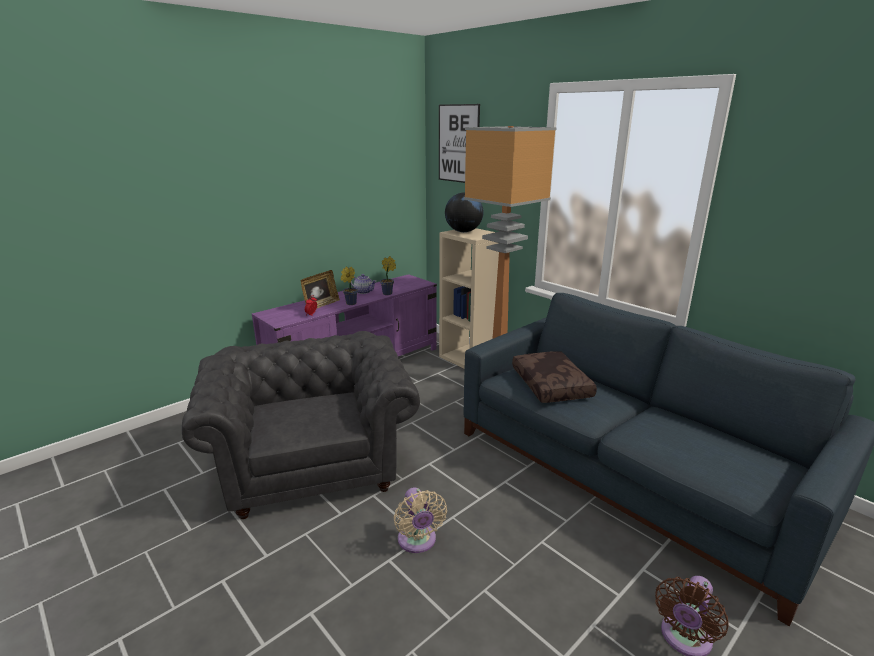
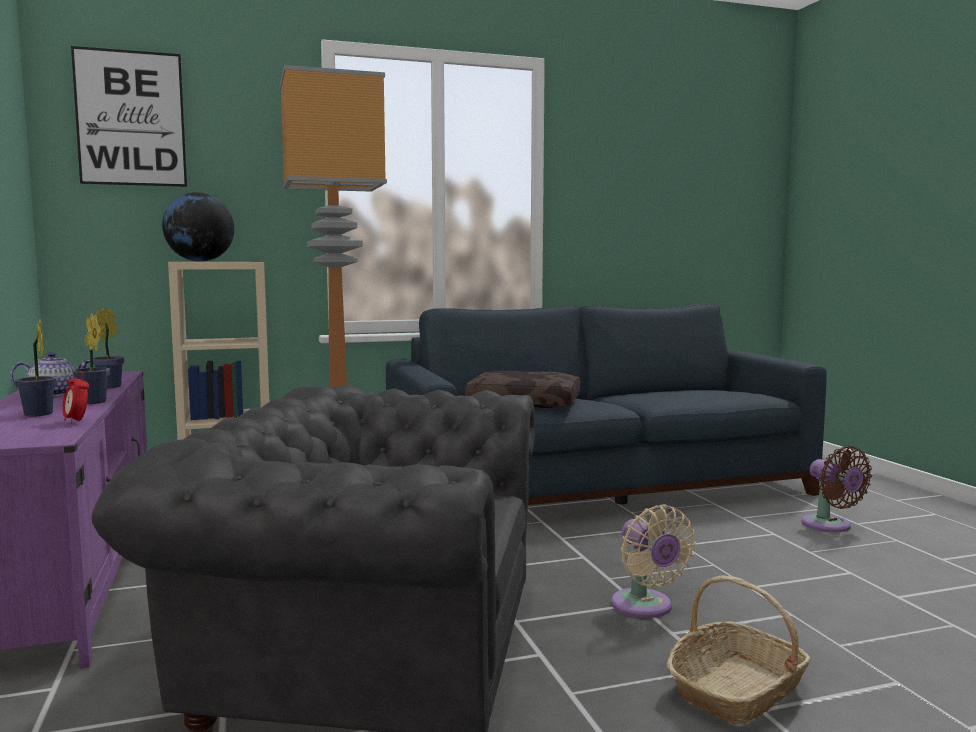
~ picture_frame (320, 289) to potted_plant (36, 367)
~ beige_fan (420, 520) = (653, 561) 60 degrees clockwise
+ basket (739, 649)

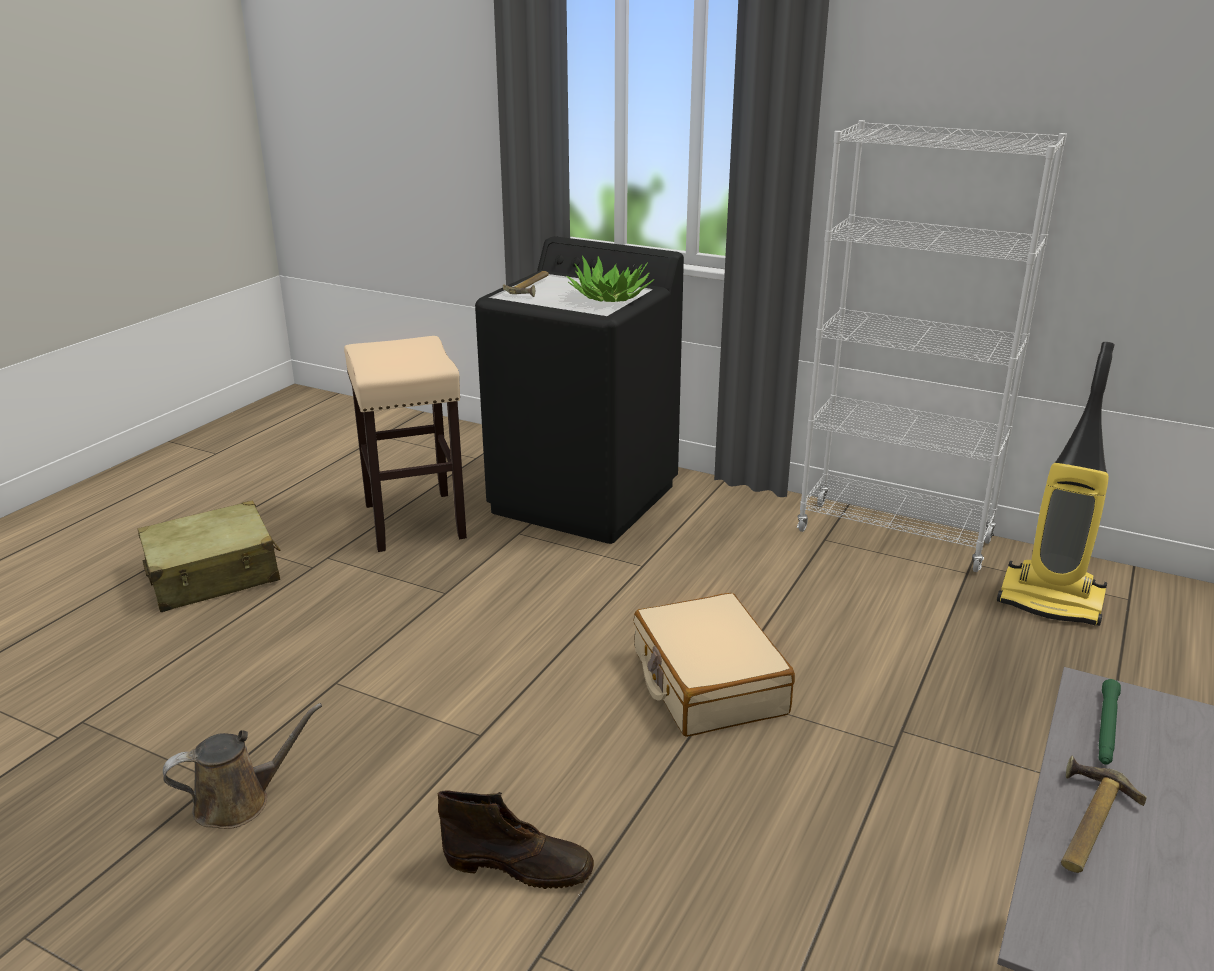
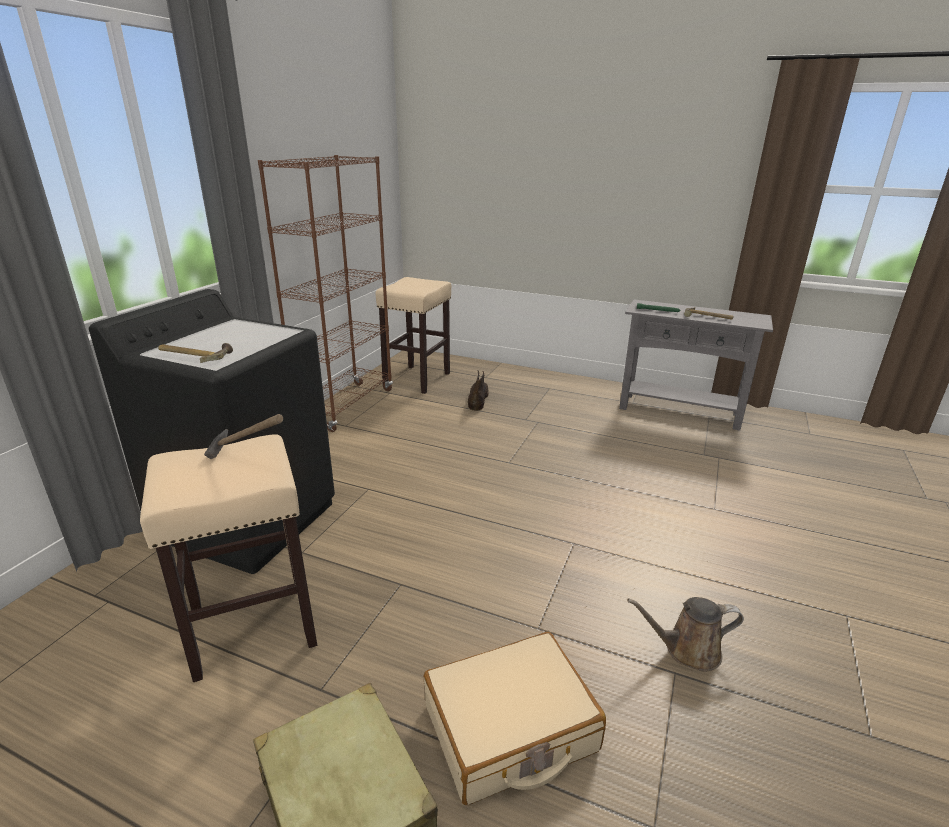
~ brown_watering_can (242, 766) = (685, 634) 60 degrees counterclockwise
~ brown_boot (516, 840) to (478, 390)
- potted_plant (610, 278)
~ beige_suitcase (714, 665) to (514, 718)
~ white_bookcase (932, 346) to brown_bookcase (325, 293)
~ vacuum_cleaner (1055, 484) to beige_stool (413, 335)
+ hammer (243, 436)

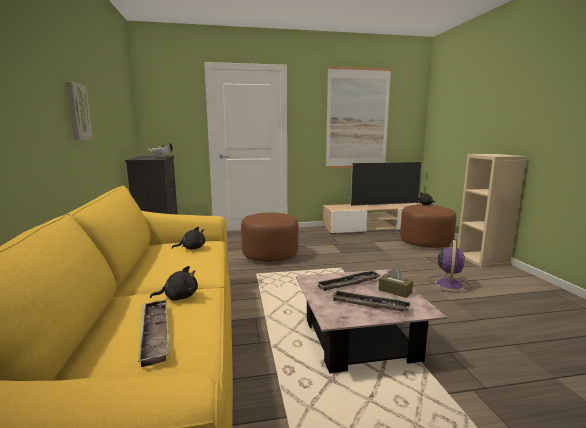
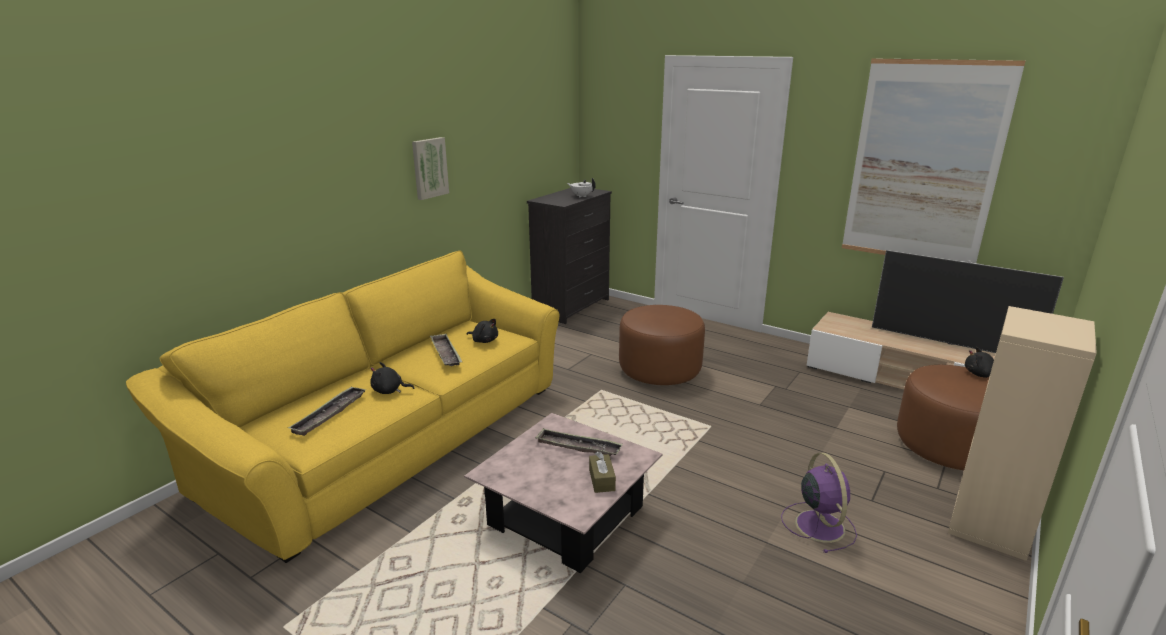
~ black_plush_toy (174, 283) = (392, 378) 150 degrees clockwise
~ tray (371, 300) to (446, 350)
~ purple_fan (449, 266) = (819, 503) 75 degrees counterclockwise

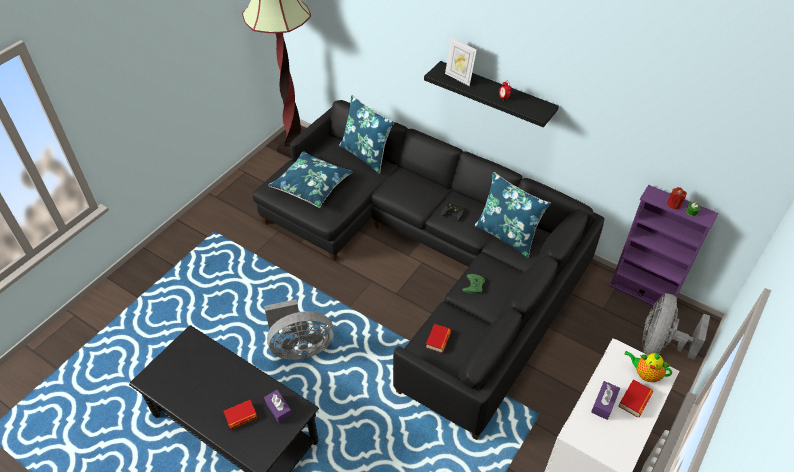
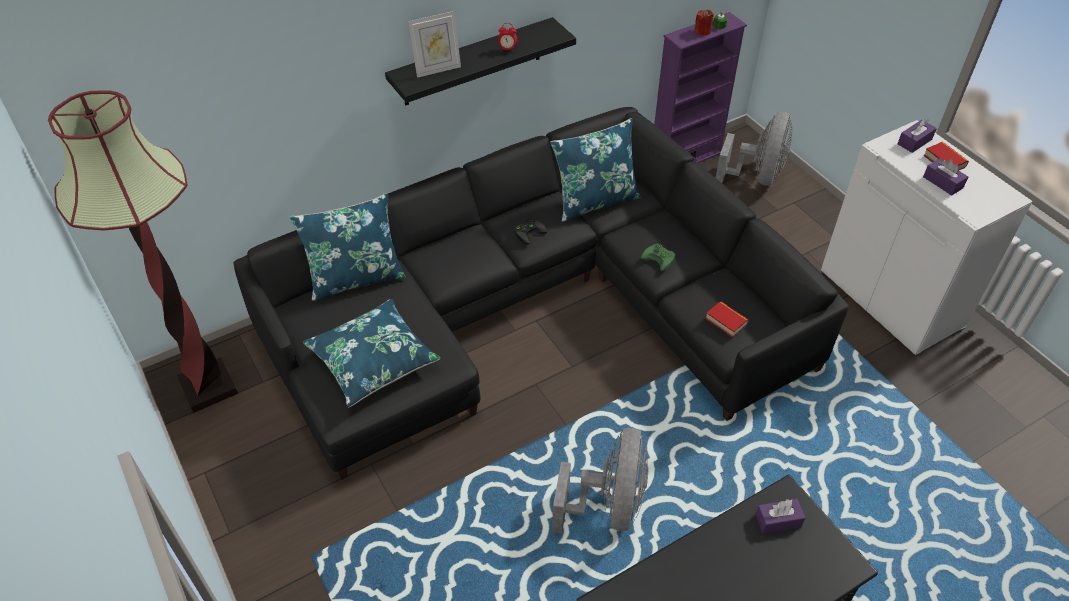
- book (241, 415)
~ teapot (648, 366) to purple_tissue_box (917, 135)
~ grey_fan (676, 326) = (754, 148) 120 degrees counterclockwise

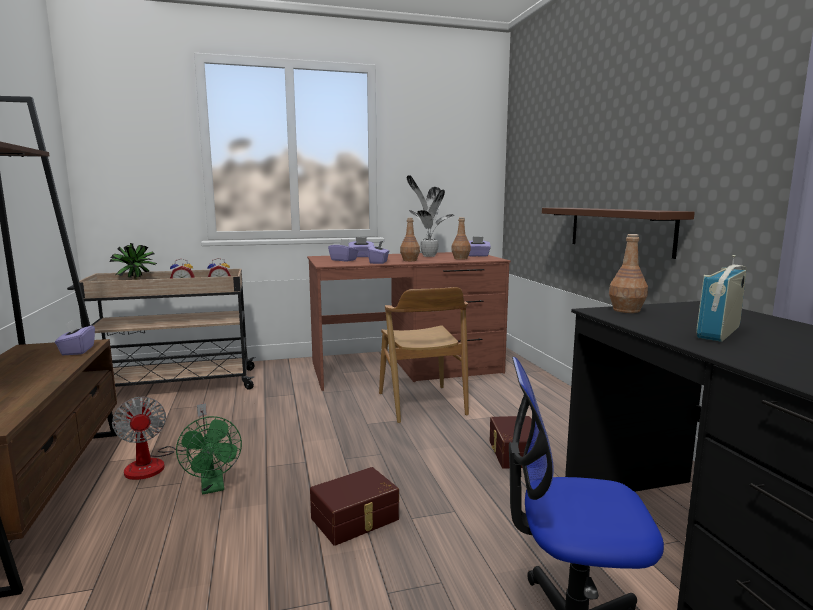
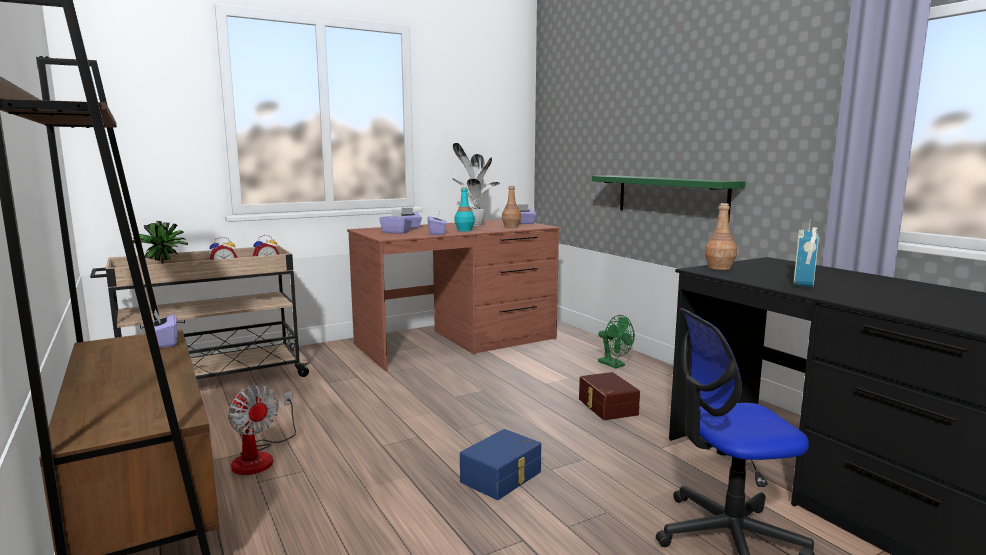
~ green_fan (209, 455) to (616, 341)
~ brown_storage_box (354, 506) to blue_storage_box (500, 464)
- brown_chair (424, 355)
~ brown_bottle (410, 239) to turquoise_bottle (465, 209)
~ brown_shelf (618, 233) to green_shelf (669, 197)

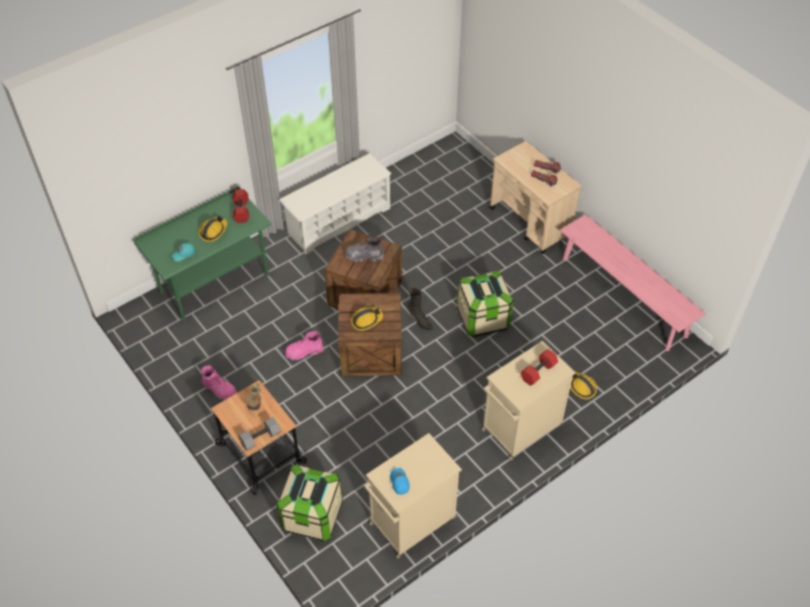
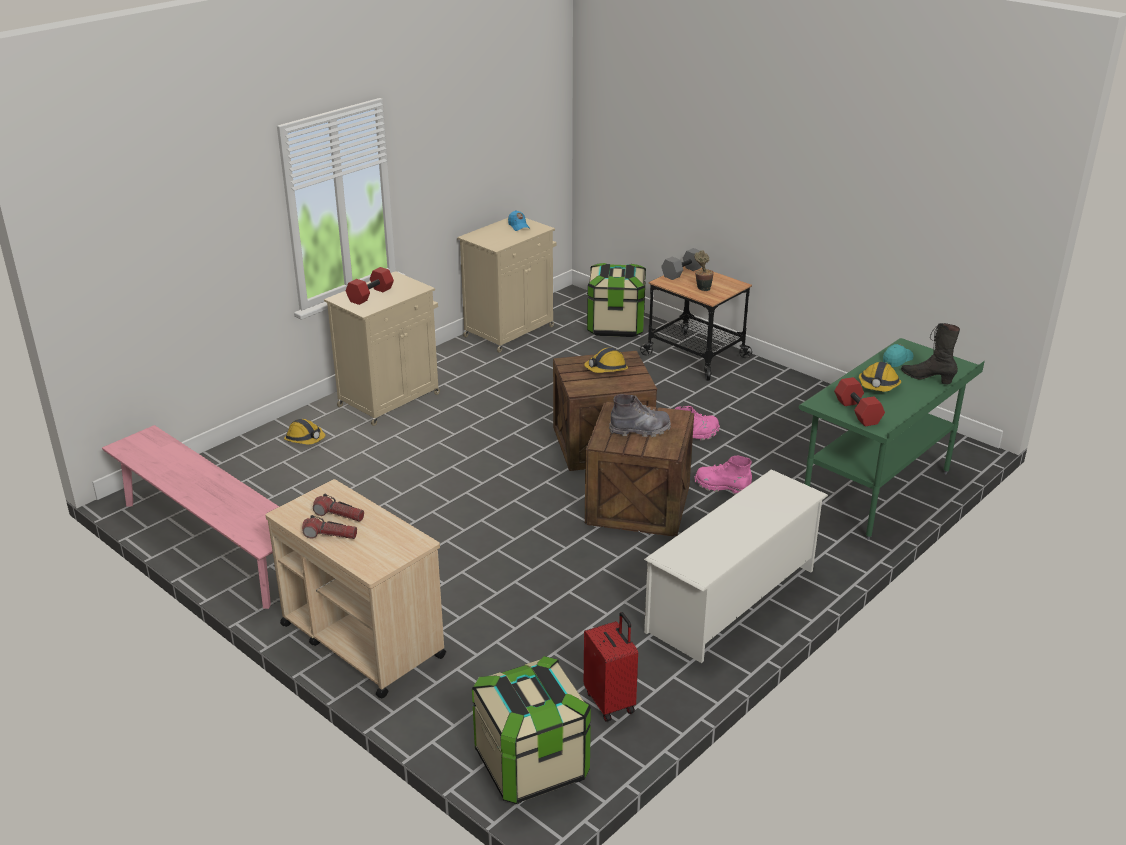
~ pink_boot (219, 382) to (723, 475)
~ black_boot (420, 309) to (930, 353)
~ storage_box (485, 304) to (531, 730)
+ red_suitcase (611, 667)

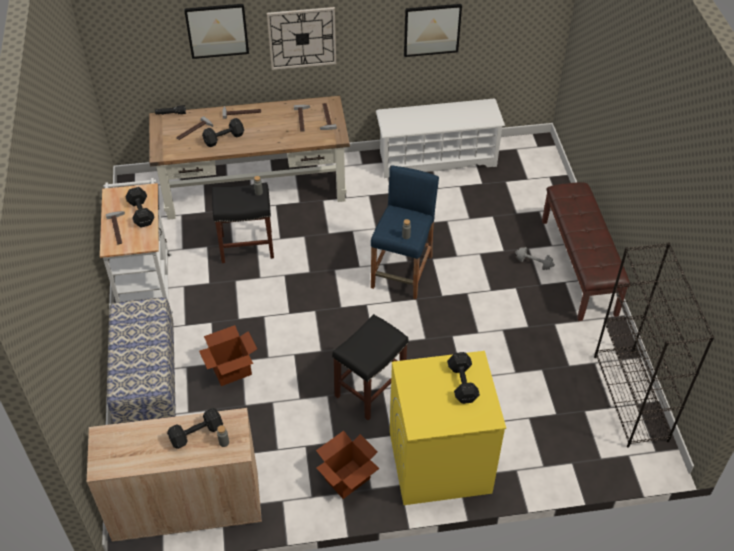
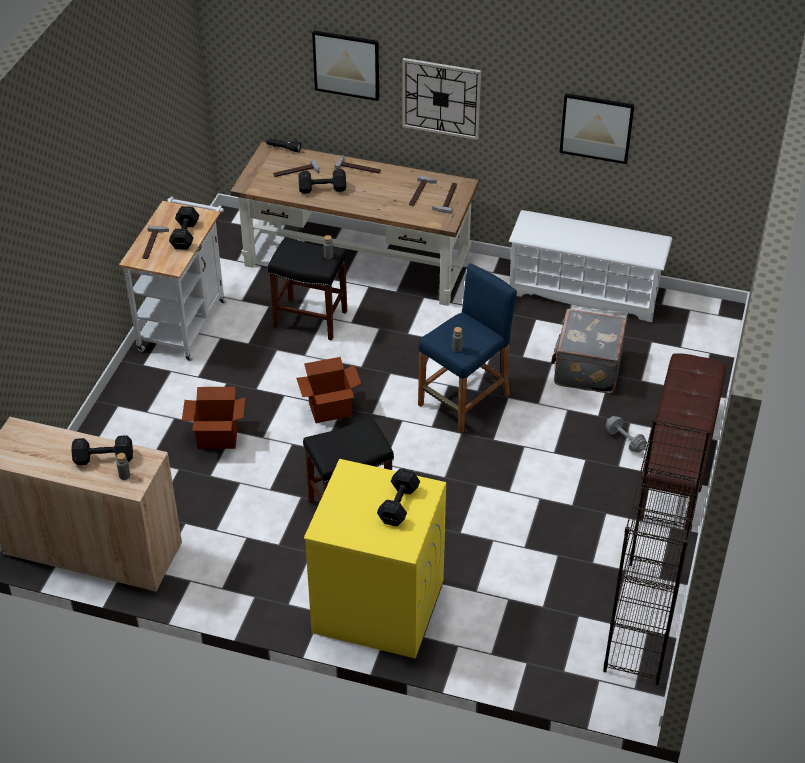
- bench (141, 360)
~ cardboard_box (348, 465) to (328, 390)
+ grey_suitcase (589, 351)

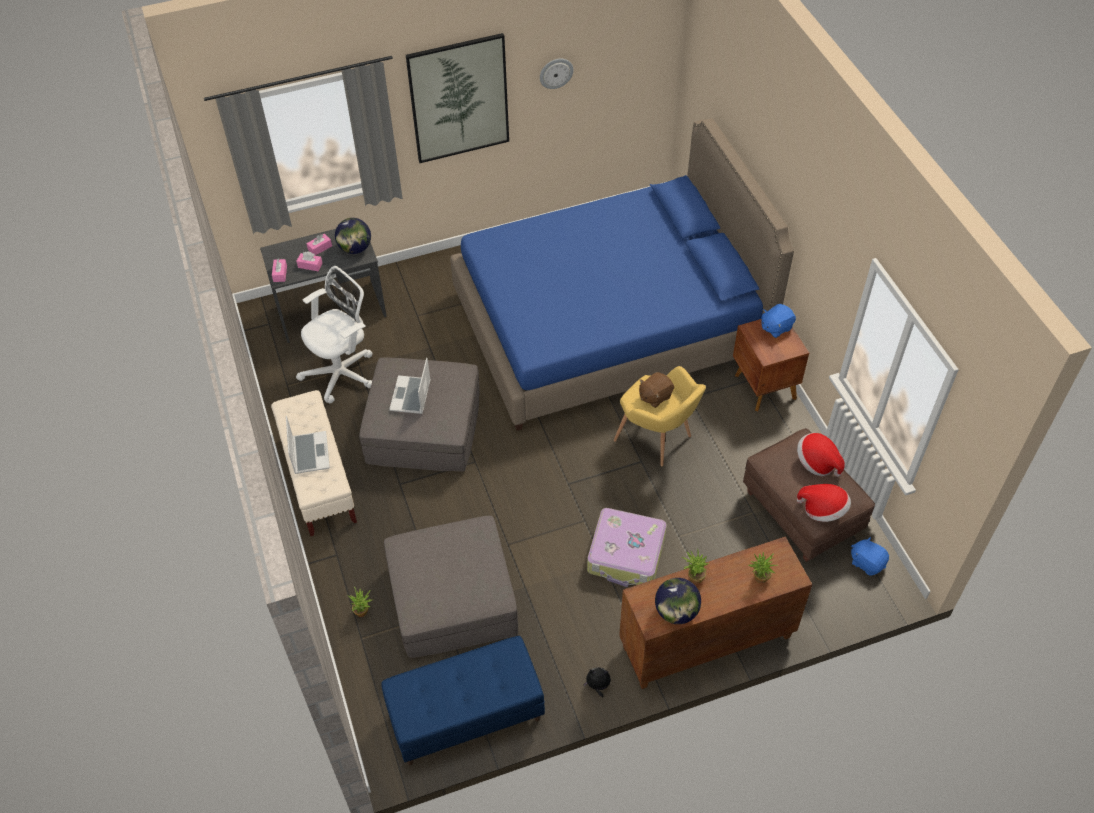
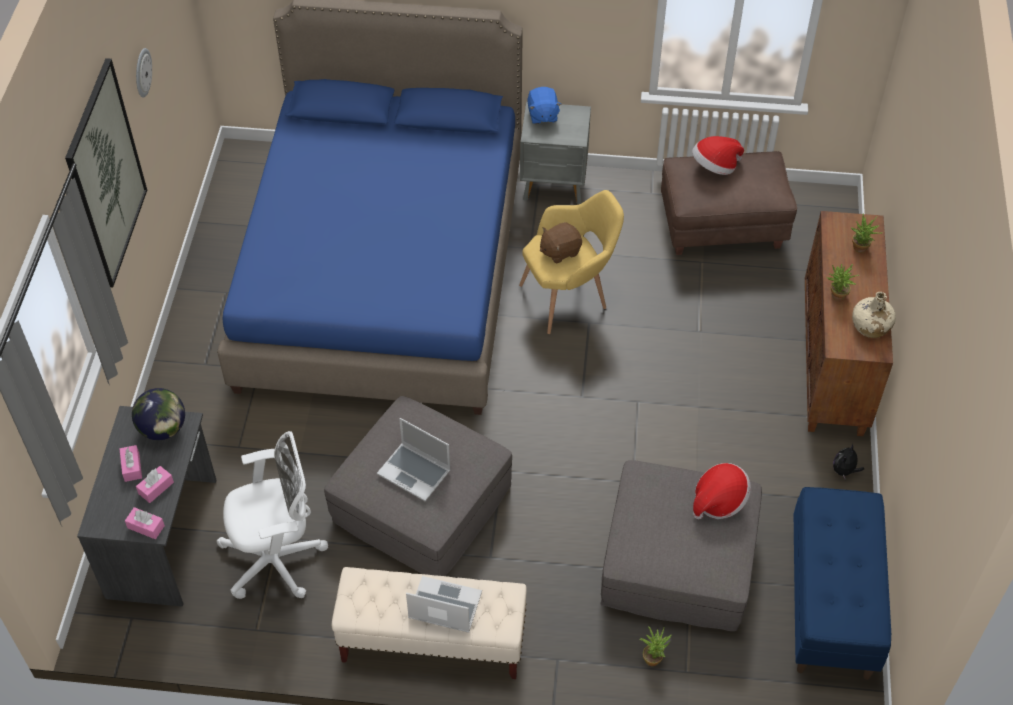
~ white_office_chair (334, 334) = (272, 515) 90 degrees clockwise
- suitcase (627, 547)
~ brown_plush_toy (656, 390) = (561, 243) 75 degrees clockwise
~ globe (678, 601) to beige_bottle (874, 315)
~ brown_nightstand (771, 365) to grey_nightstand (555, 153)
~ hat (824, 503) to (722, 491)
- blue_plush_toy (870, 556)

